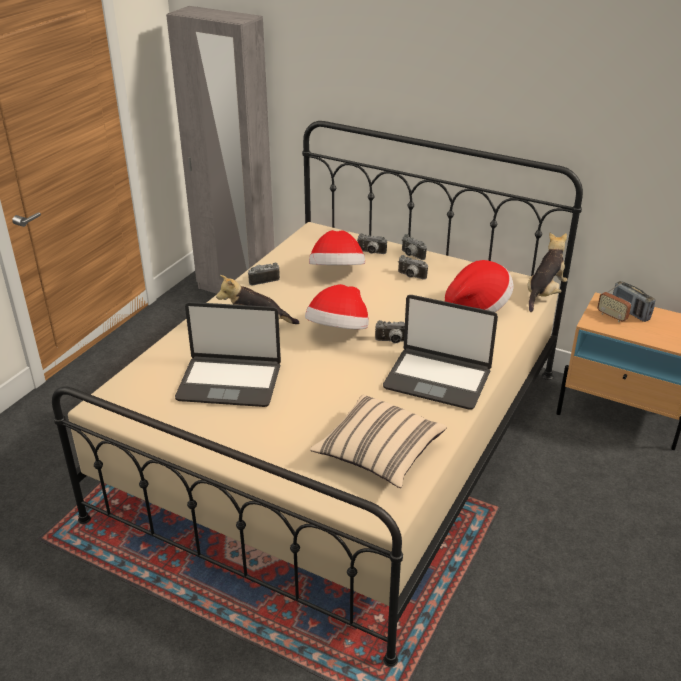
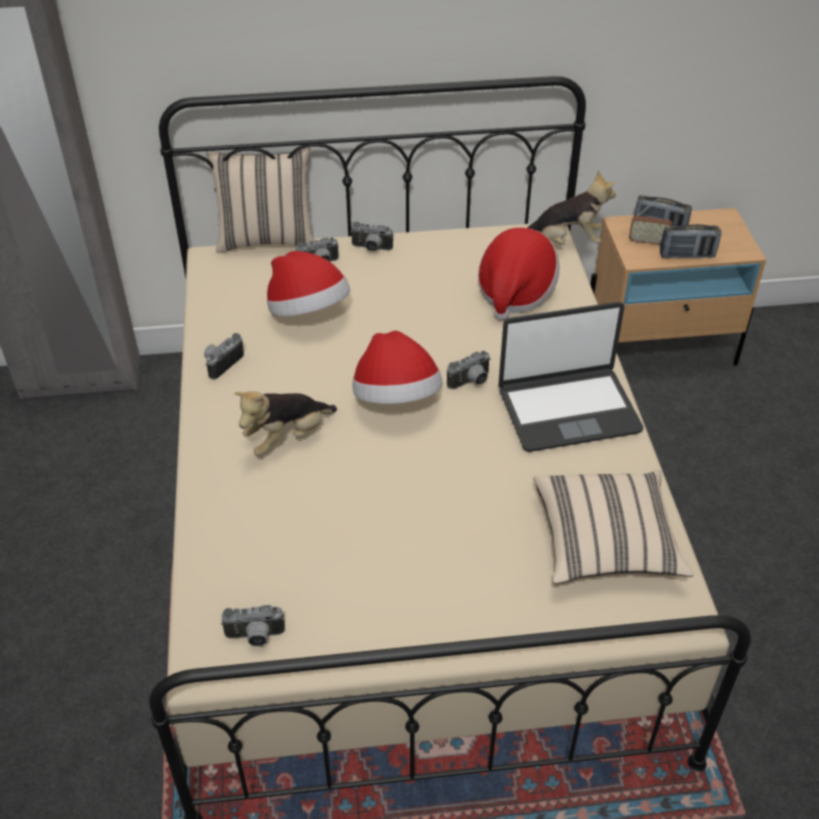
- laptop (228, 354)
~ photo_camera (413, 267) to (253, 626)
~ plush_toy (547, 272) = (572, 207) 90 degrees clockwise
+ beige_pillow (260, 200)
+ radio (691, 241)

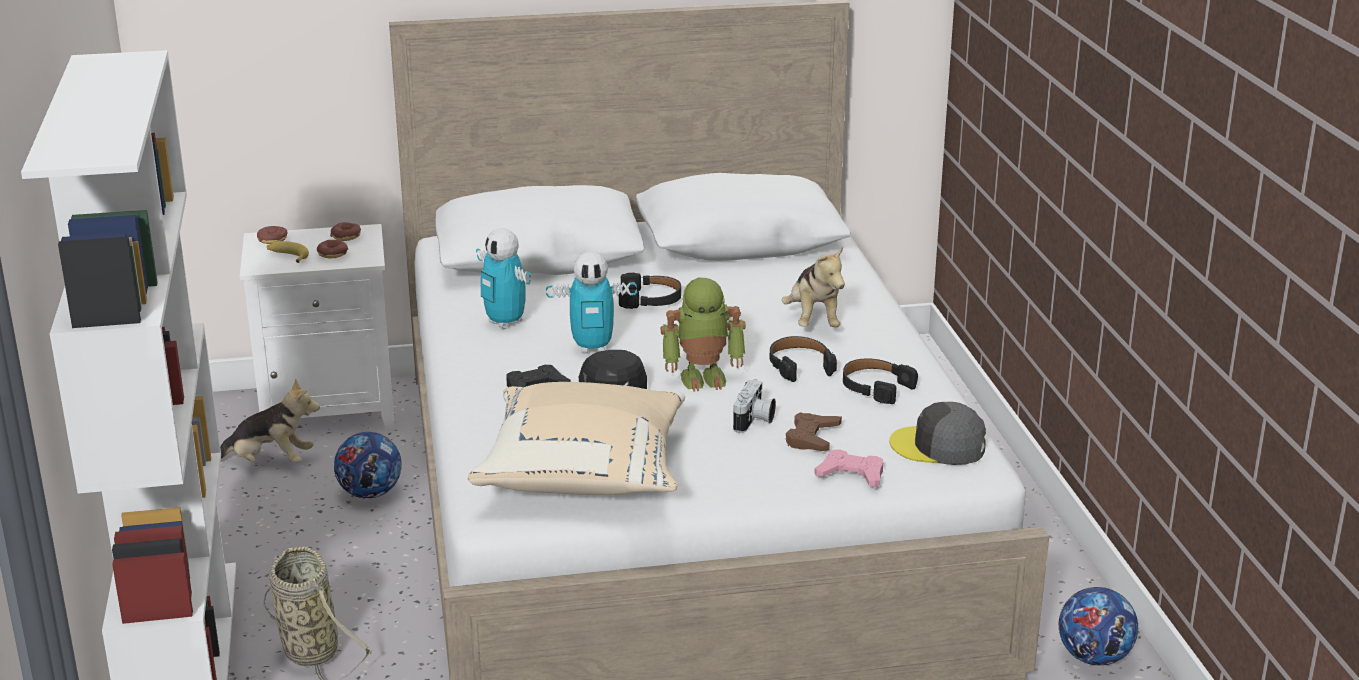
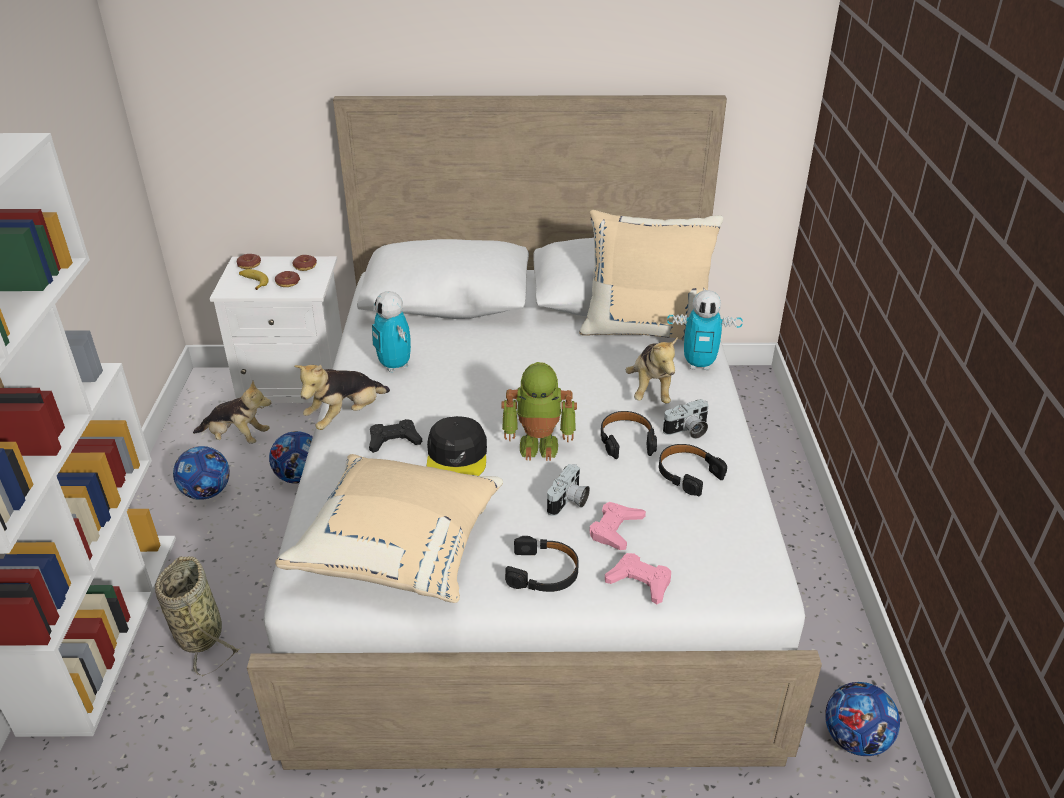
~ toy_robot (591, 302) to (705, 330)
~ black_headphones (650, 291) to (542, 564)
~ brown_game_controller (814, 431) to pink_game_controller (618, 526)
- grey_cap (937, 433)
+ football (201, 473)
+ plush_toy (342, 397)
+ beige_pillow (651, 275)
+ photo_camera (686, 419)

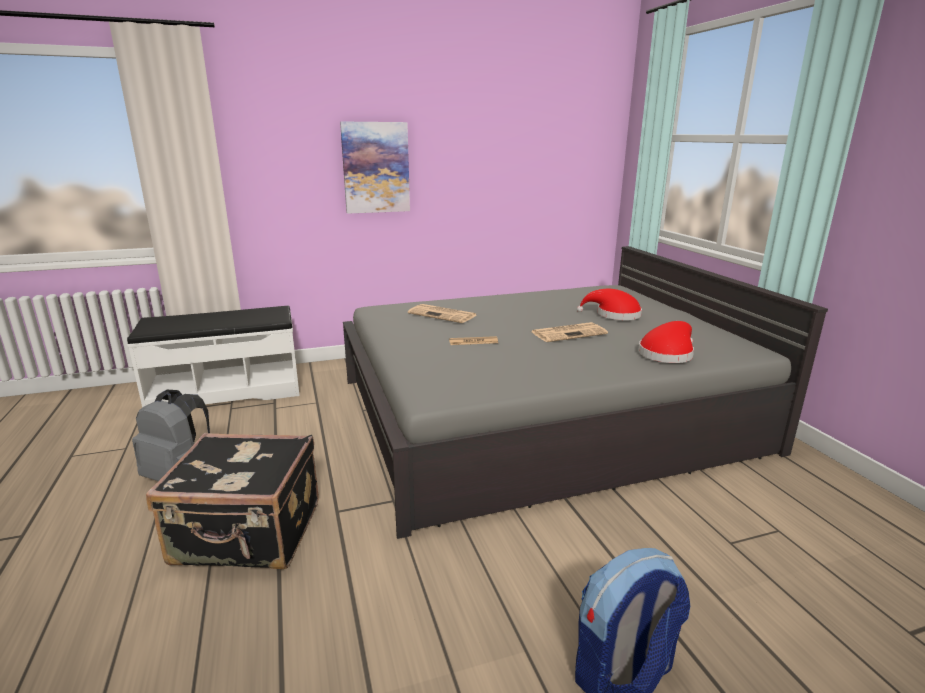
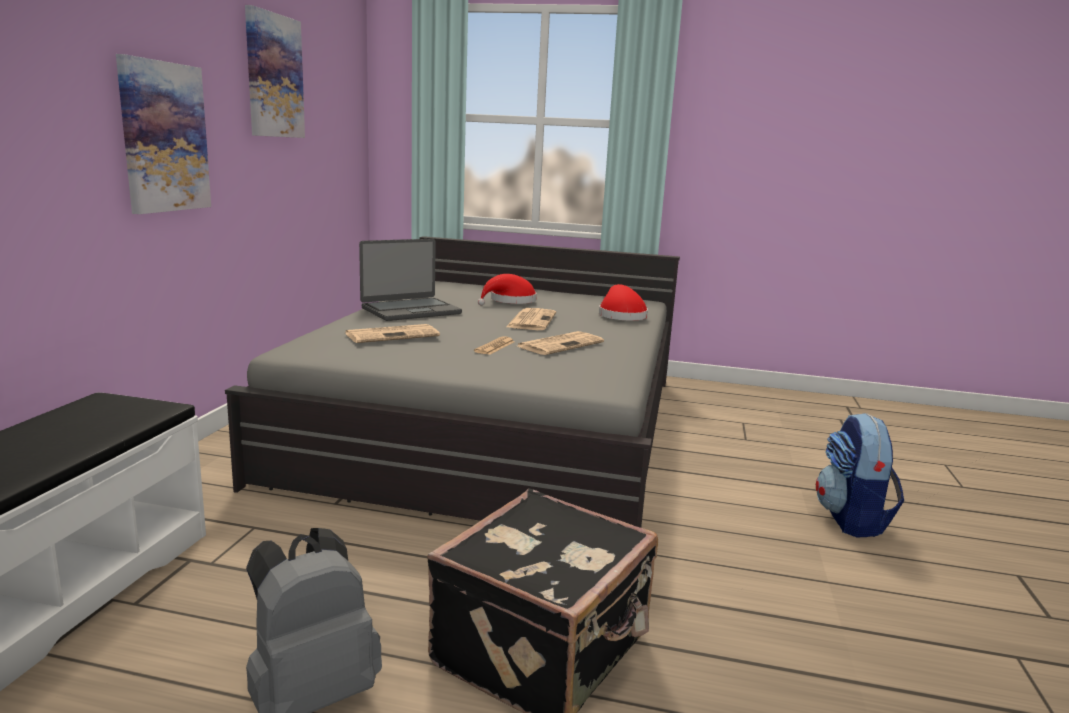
+ picture (275, 71)
+ laptop (410, 280)
+ newspaper (561, 343)

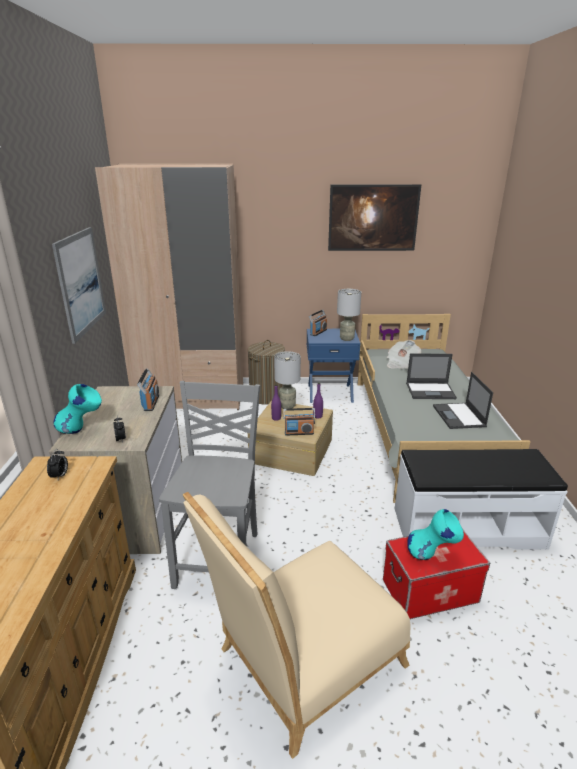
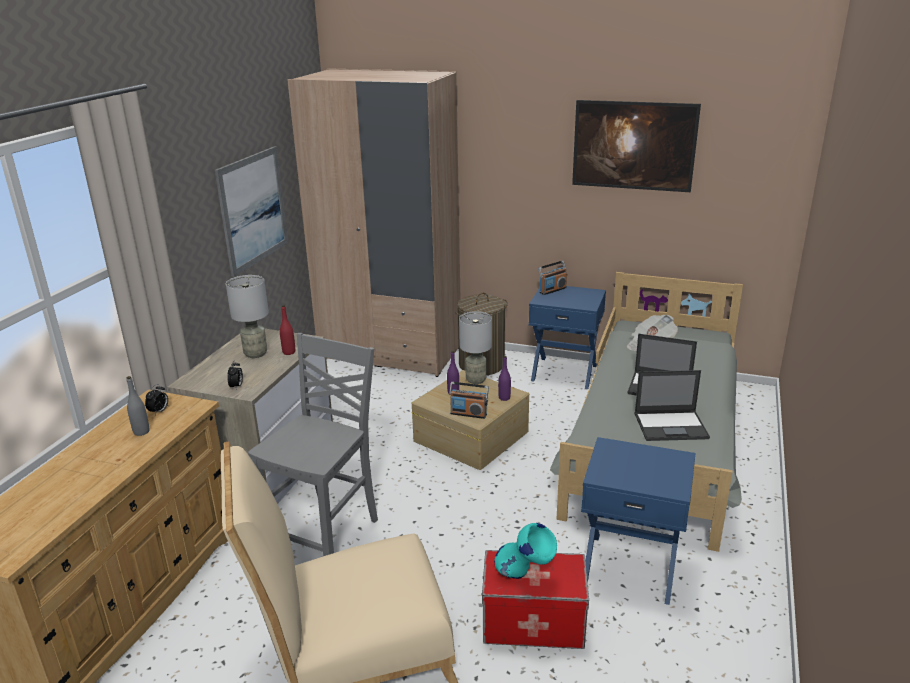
- turquoise_vase (78, 409)
~ radio (148, 389) to red_bottle (287, 330)
~ grey_table_lamp (349, 315) to (247, 316)
~ white_bench (481, 499) to blue_nightstand (638, 521)
~ laptop (463, 400) = (672, 405) 105 degrees counterclockwise
+ grey_bottle (137, 406)

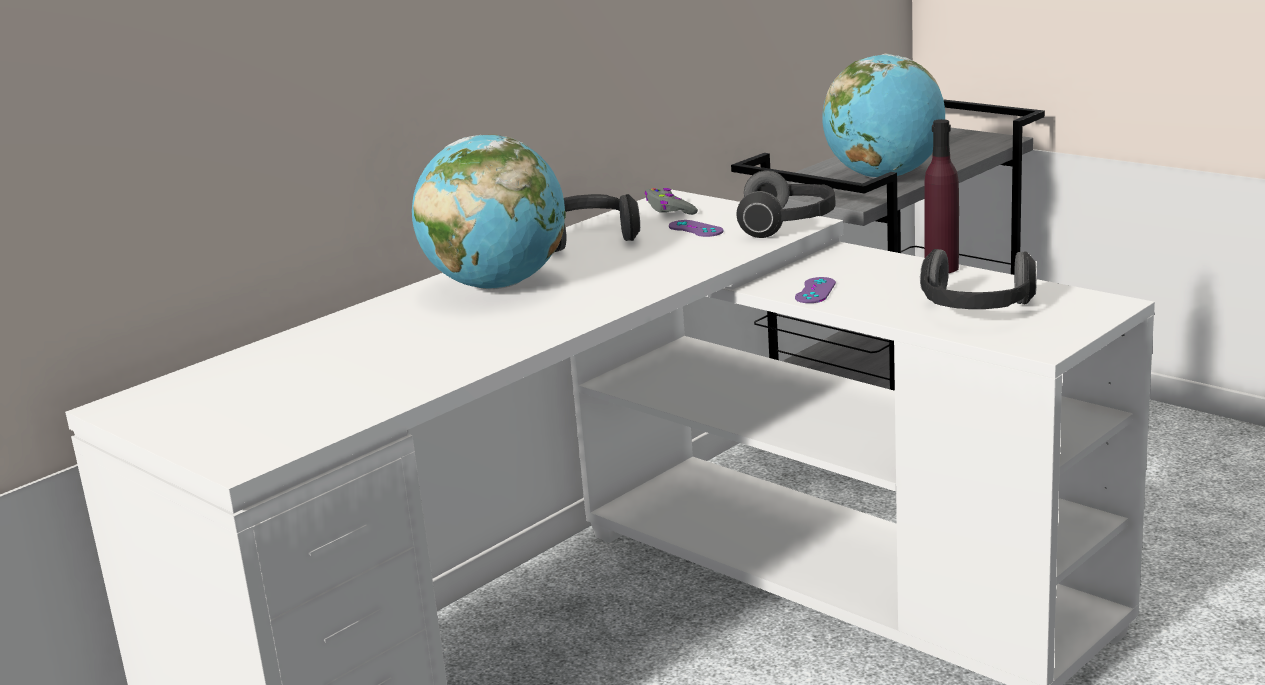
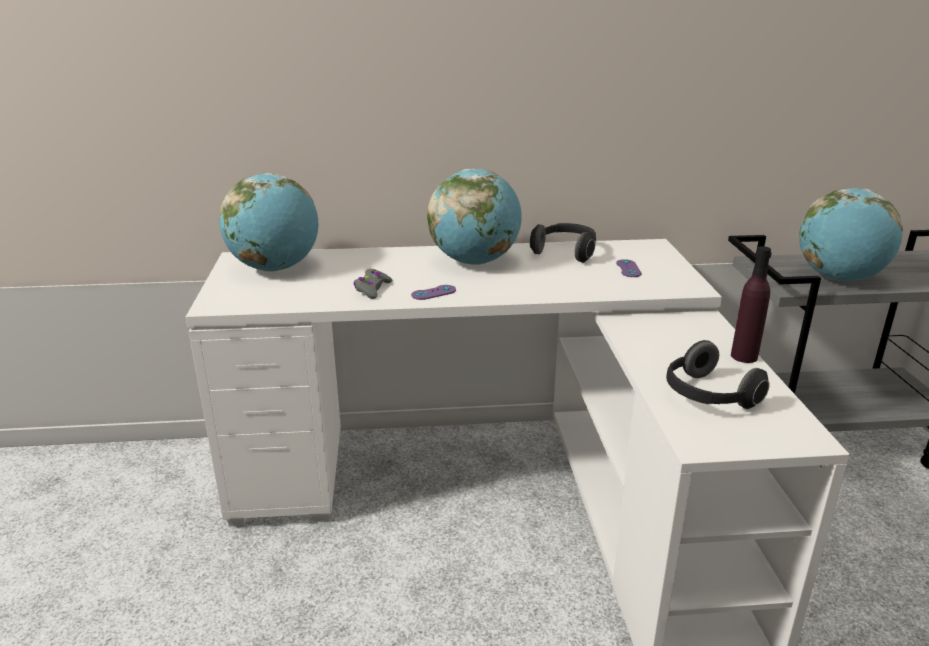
~ grey_game_controller (671, 201) to (373, 284)
- headphones (786, 204)
~ purple_game_controller (815, 290) to (433, 292)
+ globe (268, 222)

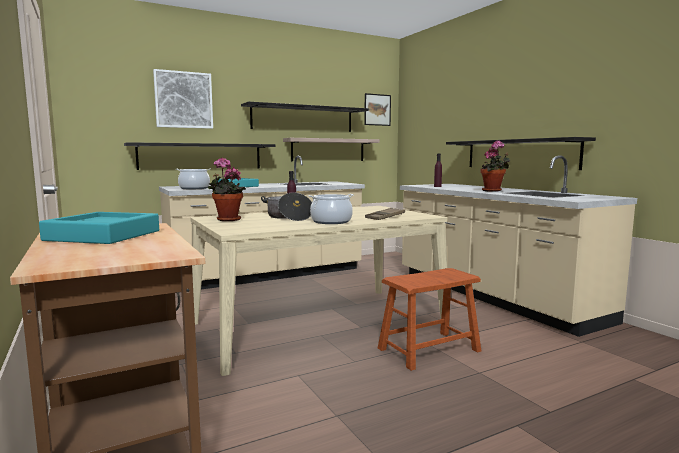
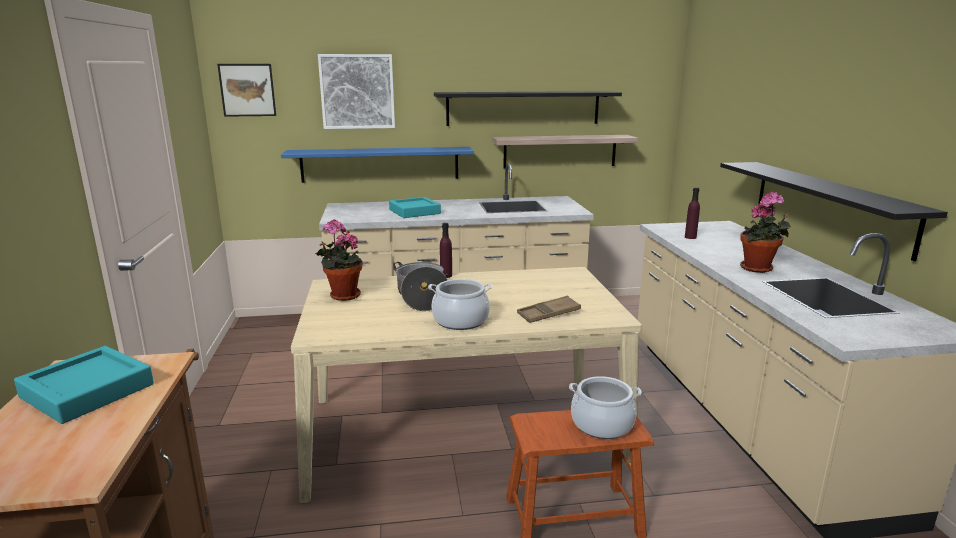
~ black_shelf (199, 156) to blue_shelf (377, 165)
~ cooking_pot (193, 178) to (605, 407)
~ picture (377, 109) to (246, 90)

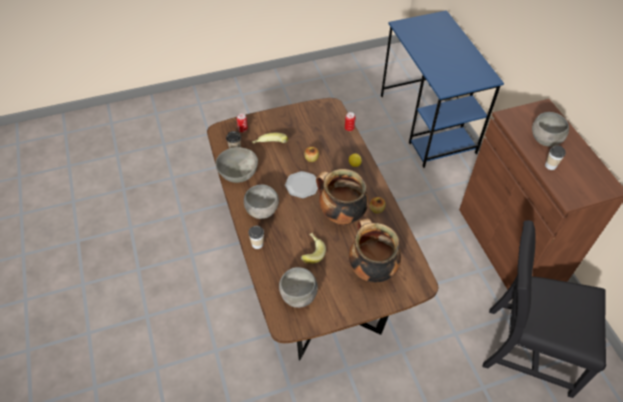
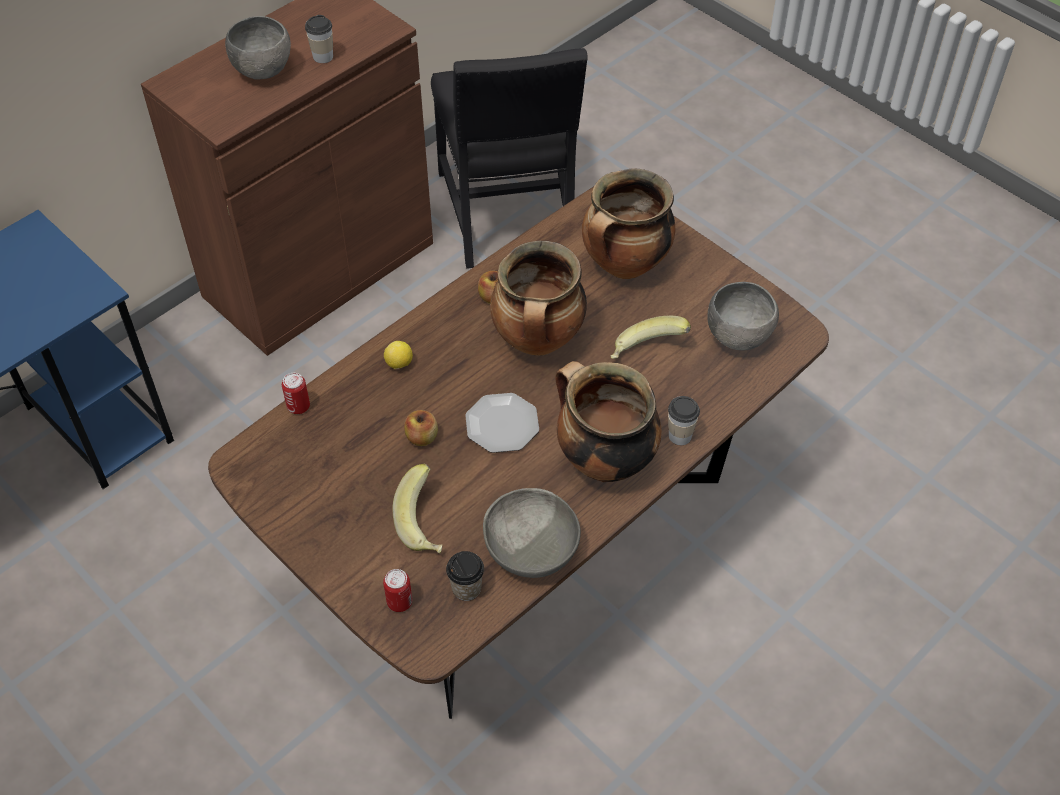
~ grey_bowl (261, 201) to cooking_pot (608, 421)

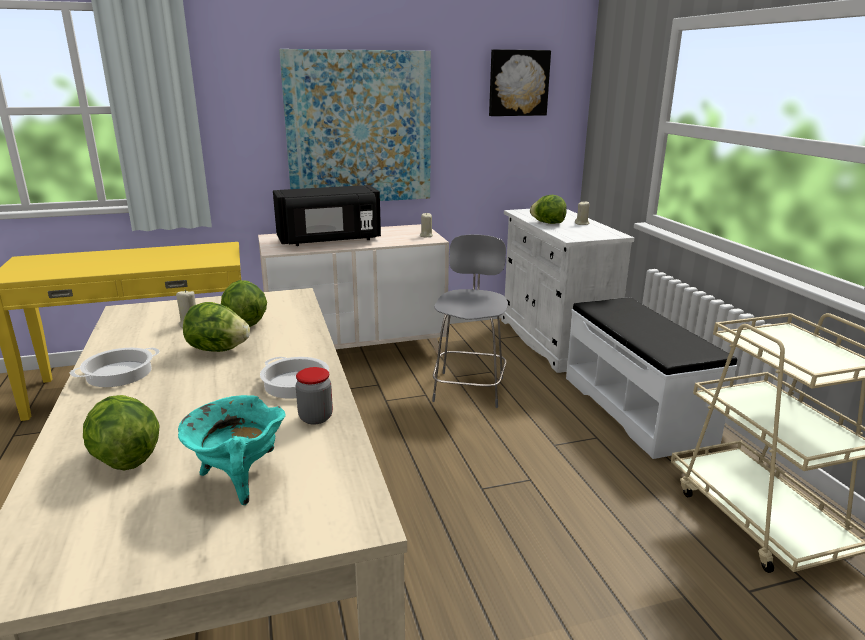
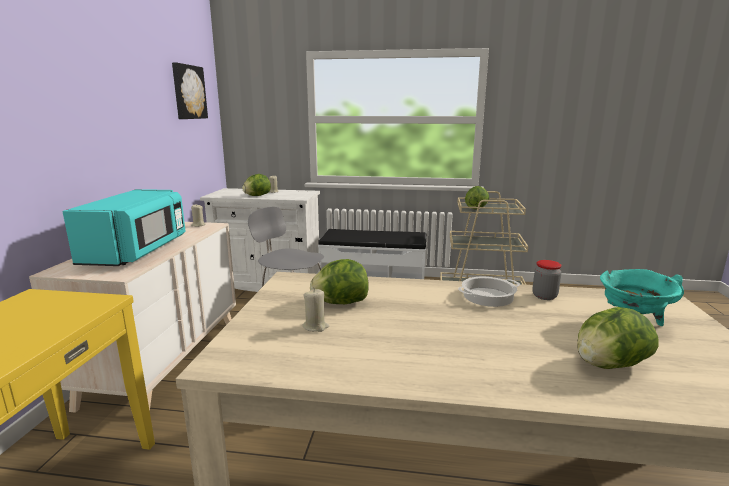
- cooking_pot (114, 367)
~ lettuce (216, 327) to (477, 197)
~ black_microwave (327, 215) to turquoise_microwave (124, 227)
- picture (355, 125)

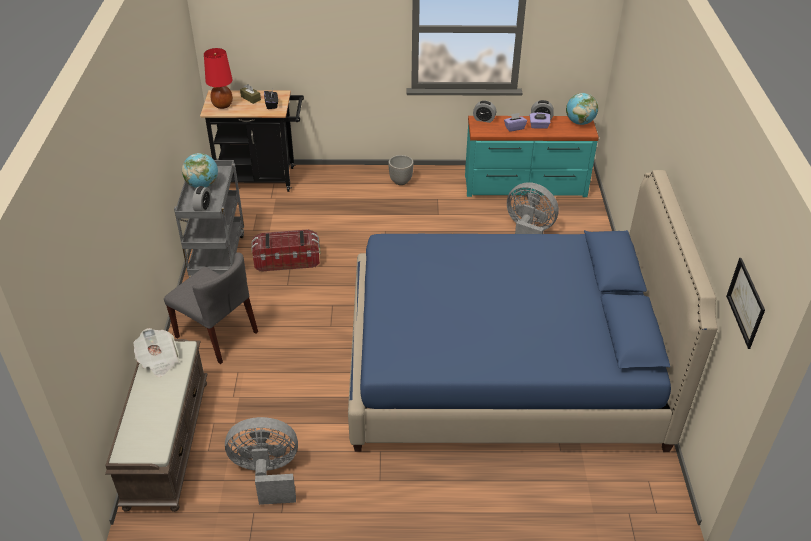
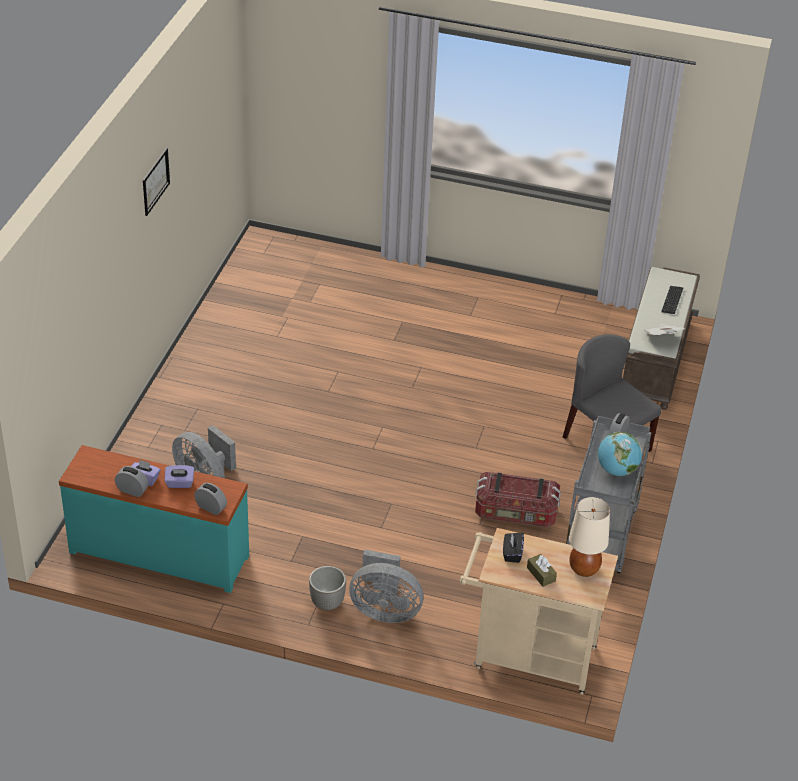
~ black_cart (252, 141) to beige_cart (539, 611)
~ red_table_lamp (218, 78) to beige_table_lamp (589, 537)
~ grey_fan (261, 461) to (386, 586)
- blue_bed (533, 311)
- globe (582, 109)
~ picture (745, 303) to (156, 182)
+ keyboard (672, 300)

